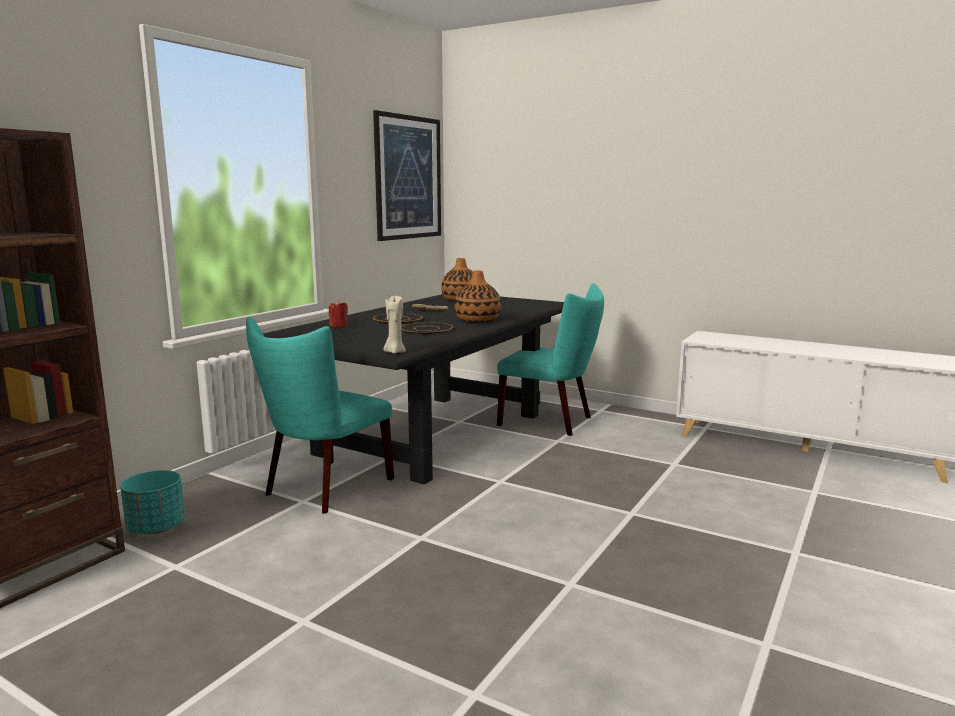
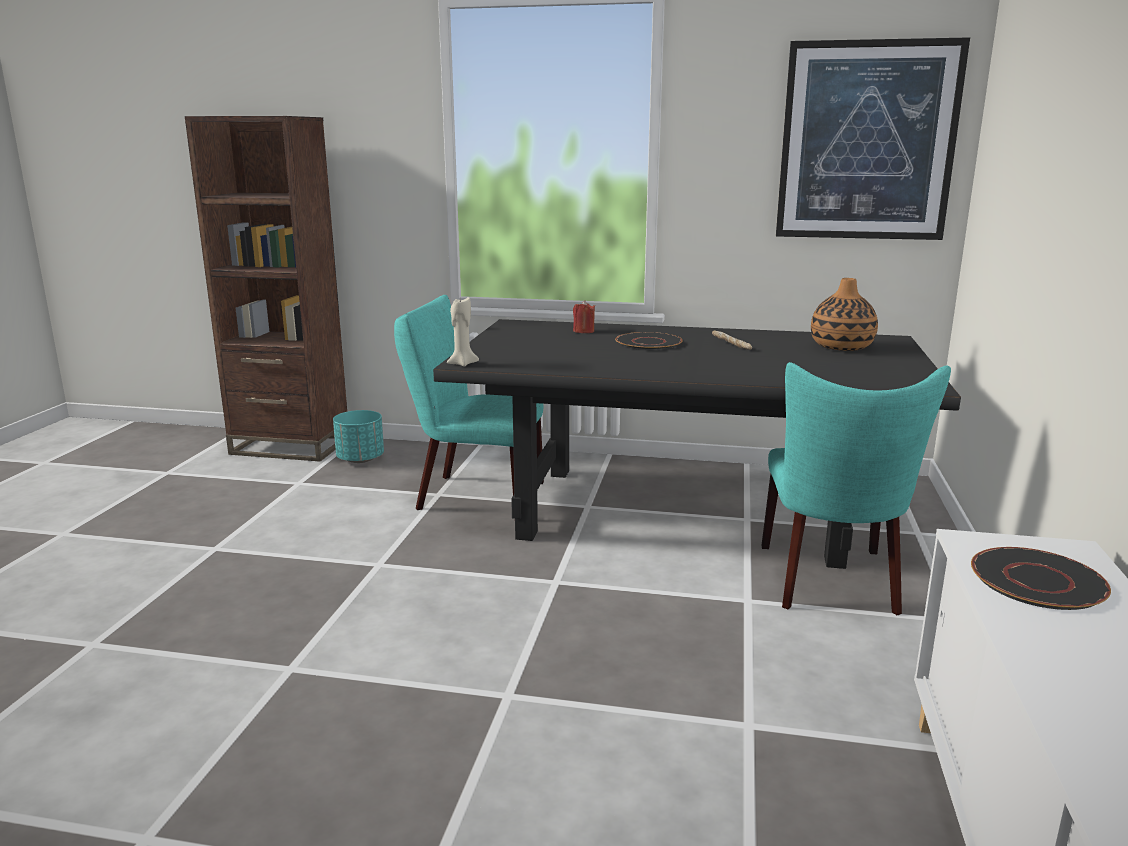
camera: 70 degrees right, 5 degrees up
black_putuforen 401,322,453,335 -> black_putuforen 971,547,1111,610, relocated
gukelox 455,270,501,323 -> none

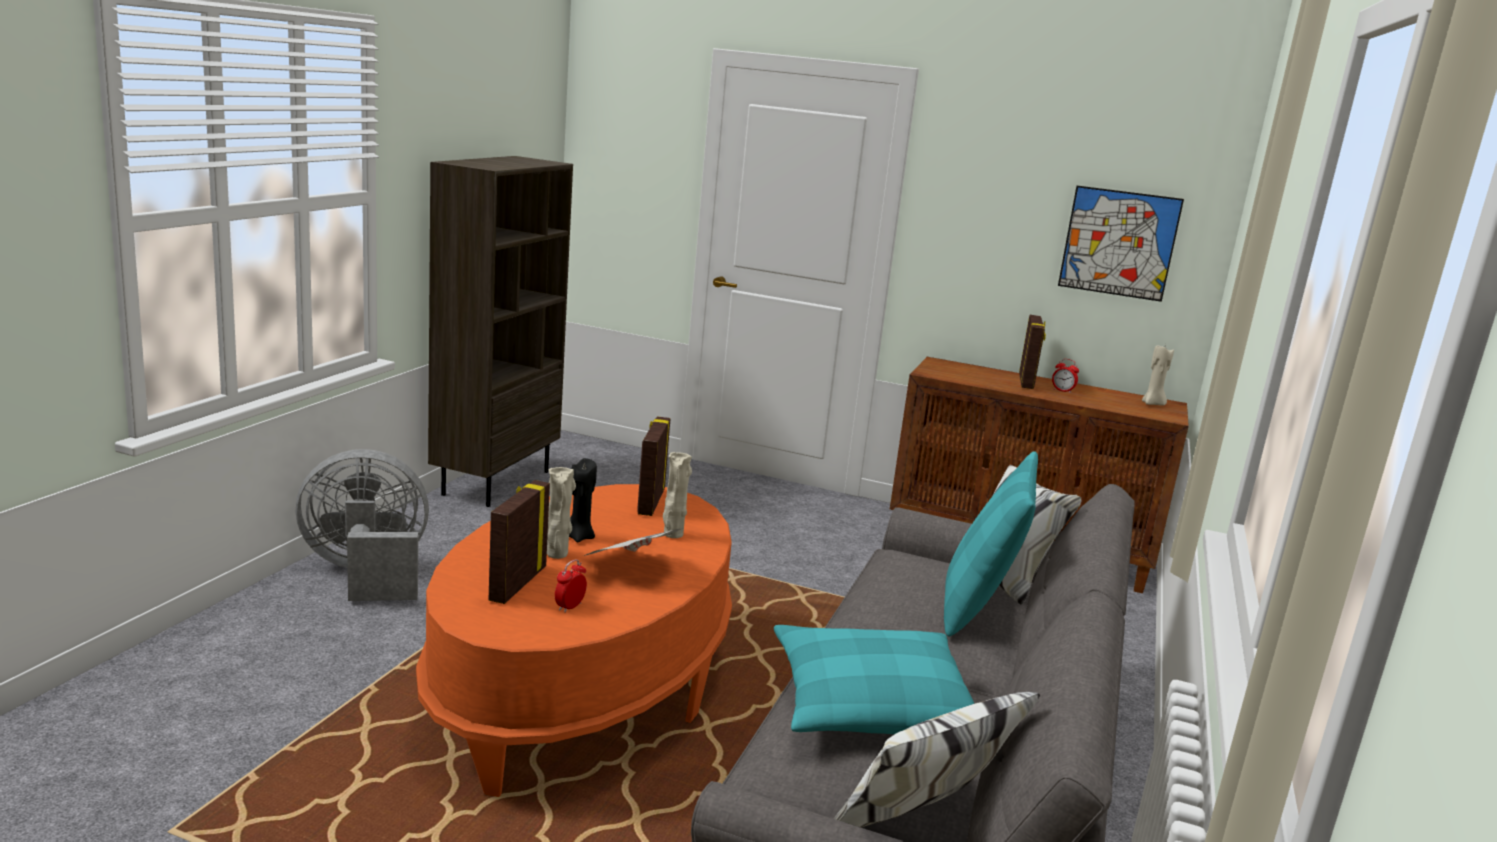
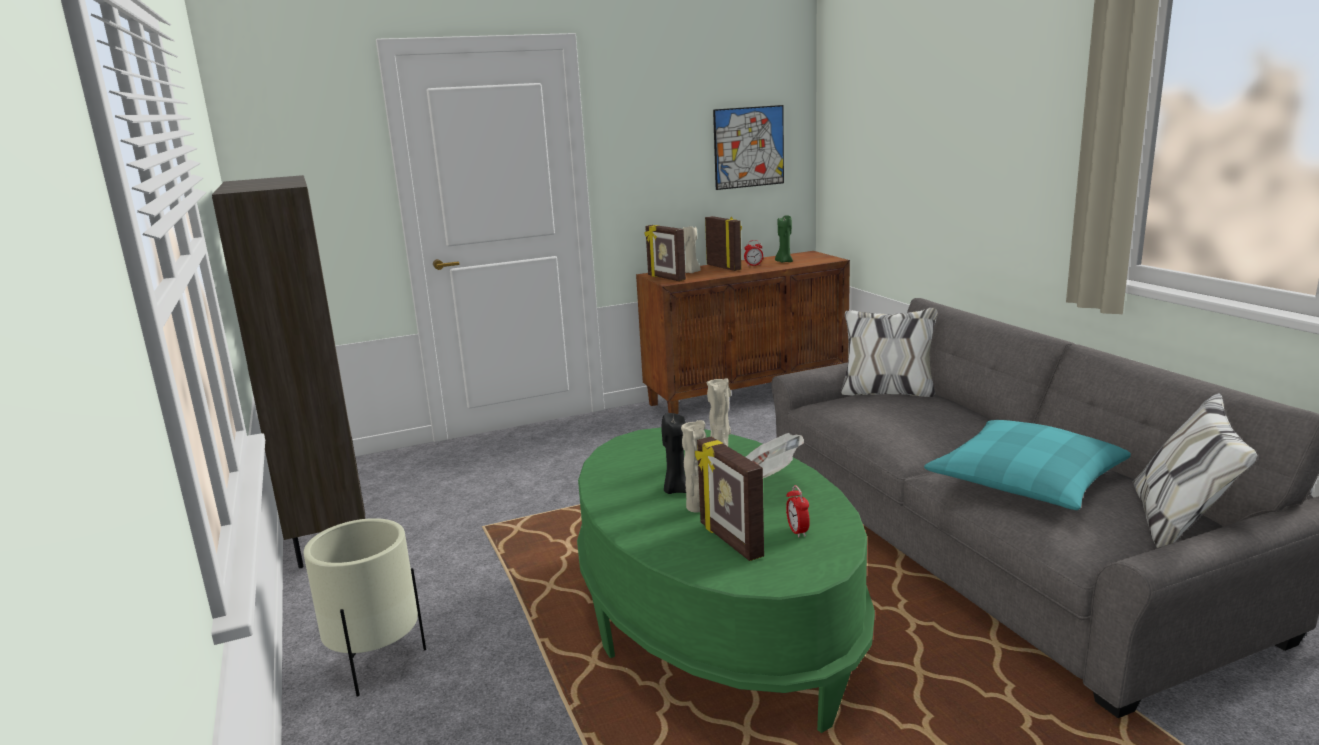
camera: 40 degrees left, 0 degrees up
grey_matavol 296,449,429,601 -> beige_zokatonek 303,518,426,696
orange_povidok 416,484,732,797 -> green_povidok 577,427,875,733
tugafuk 637,416,670,516 -> tugafuk 644,225,686,281, relocated
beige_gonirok 1142,344,1174,406 -> beige_gonirok 683,225,701,273, relocated
none -> green_gonirok 775,215,793,262
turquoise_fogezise 944,452,1038,637 -> none

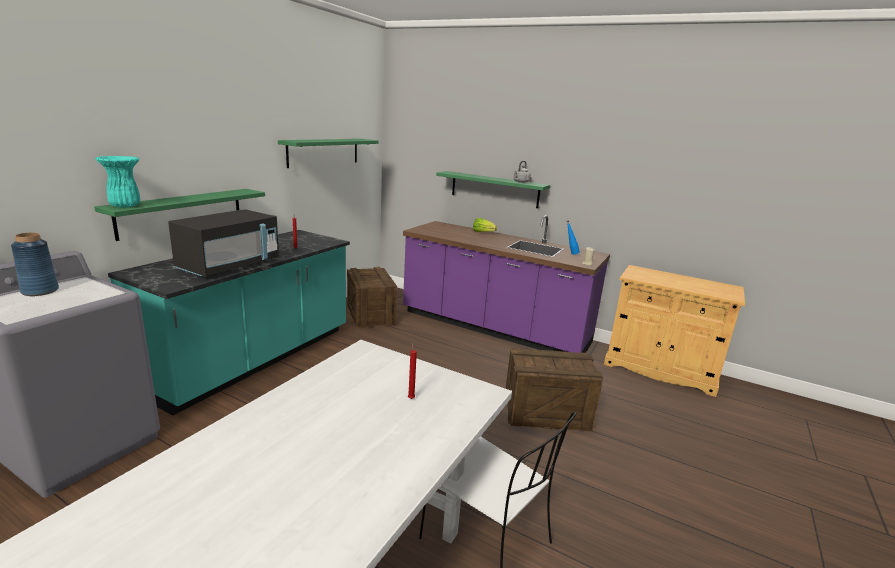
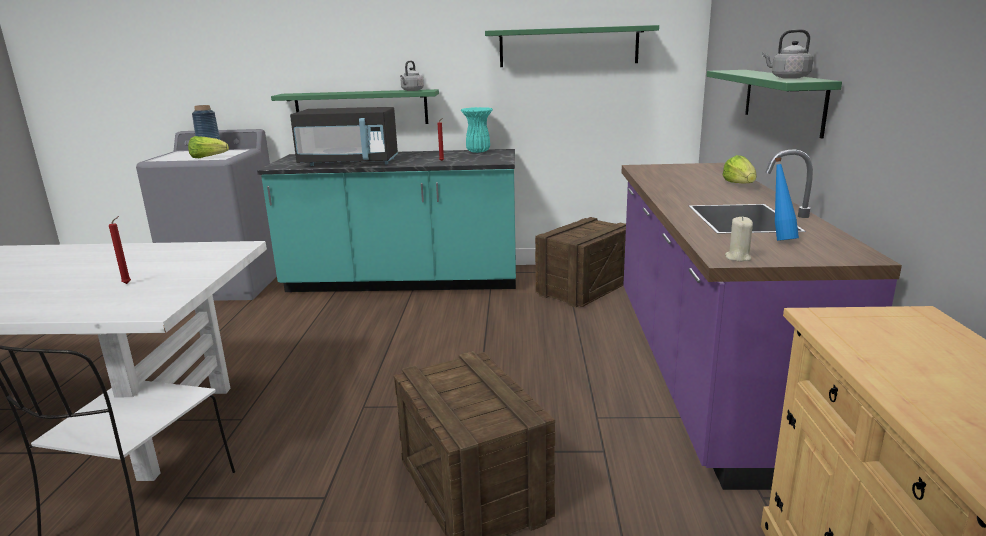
camera: 65 degrees right, 0 degrees up
none -> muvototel 188,136,229,158
none -> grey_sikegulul 400,61,424,91
turquoise_gukelox 95,156,140,208 -> turquoise_gukelox 461,107,493,153, relocated

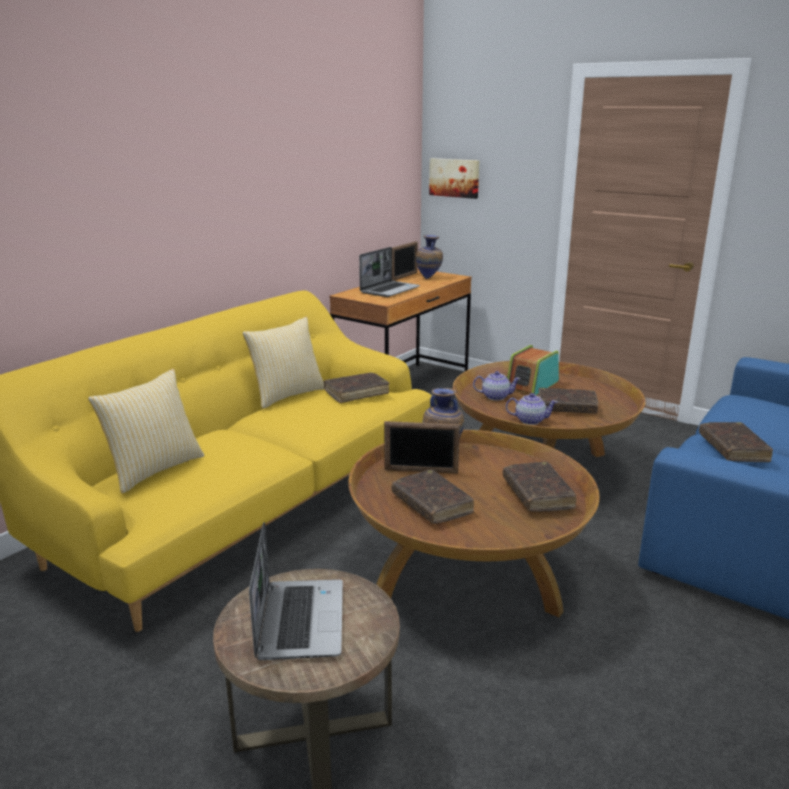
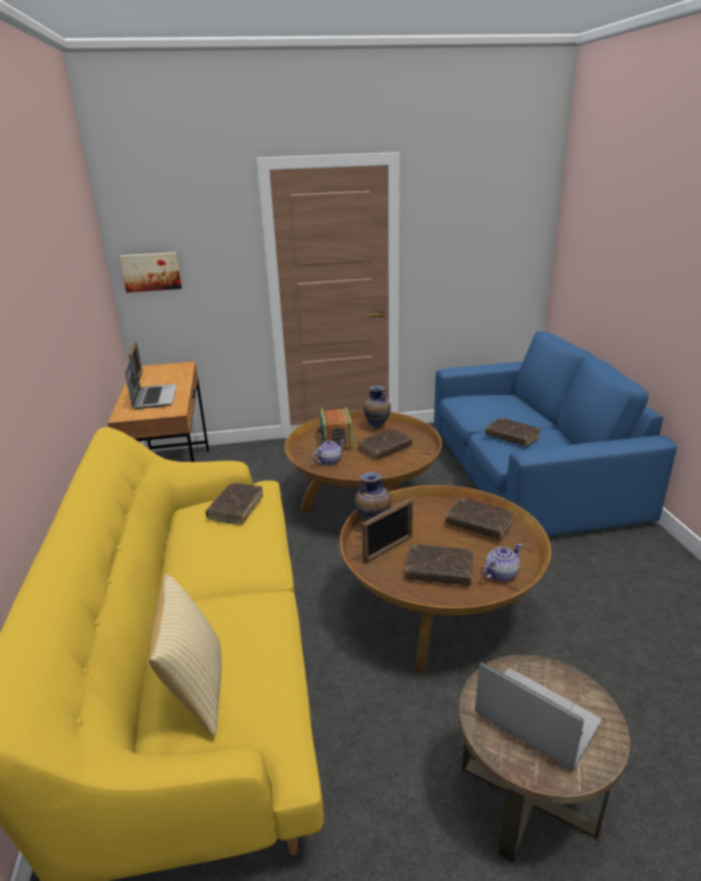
camera: 45 degrees left, 5 degrees up
gukelox 416,235,443,279 -> gukelox 363,386,391,429, relocated
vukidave 506,393,557,425 -> vukidave 483,544,522,582, relocated
fogezise 242,317,324,409 -> none

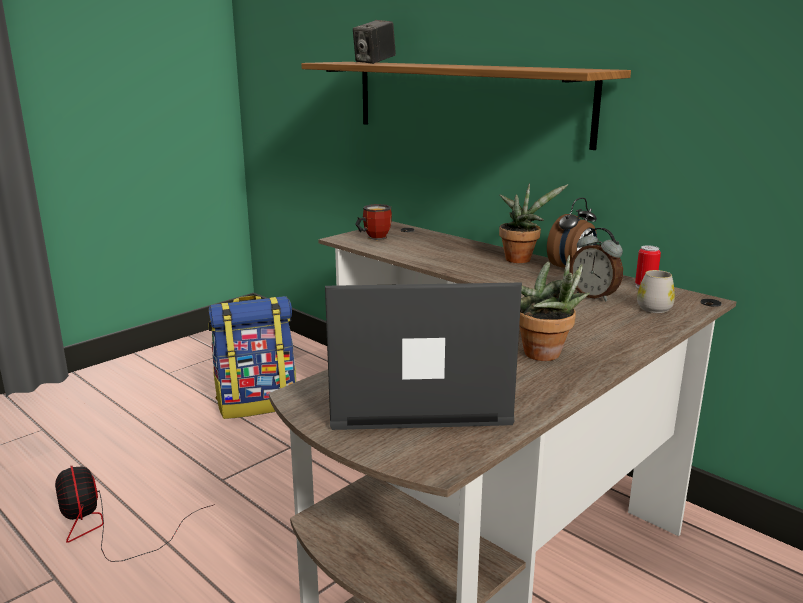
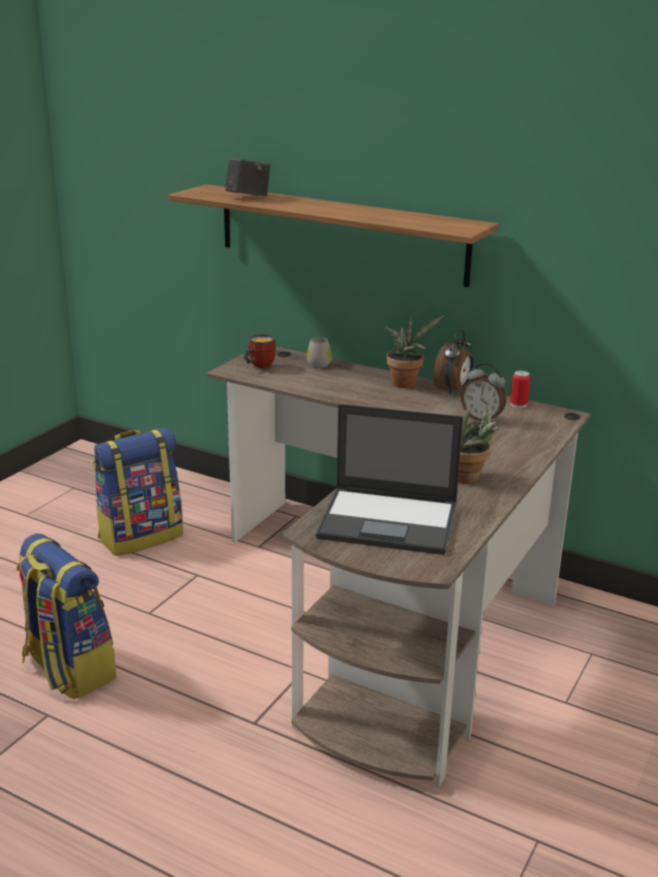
camera: 15 degrees left, 5 degrees up
matavol 55,466,215,562 -> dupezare 16,533,116,700
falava 353,20,396,64 -> falava 225,158,270,196, 150 degrees counterclockwise
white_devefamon 637,270,675,313 -> white_devefamon 307,337,332,368, relocated
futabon 325,282,522,430 -> futabon 316,404,463,555, 150 degrees counterclockwise

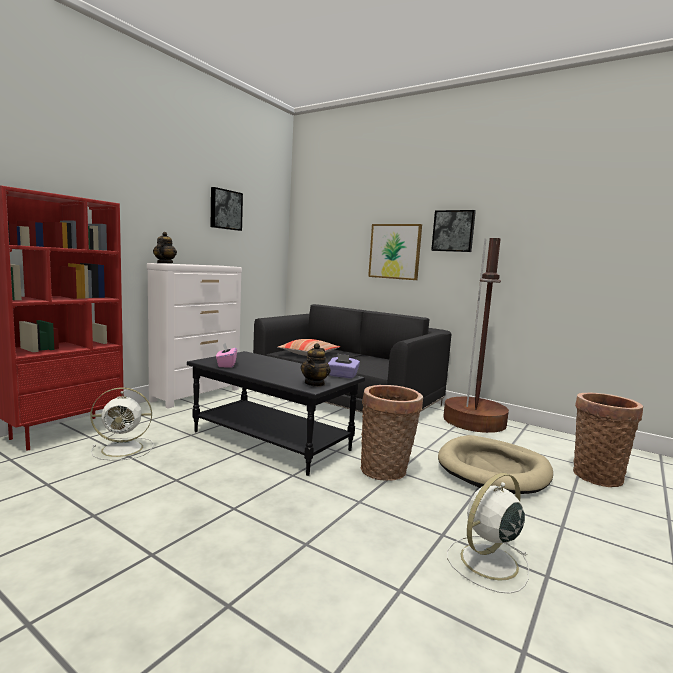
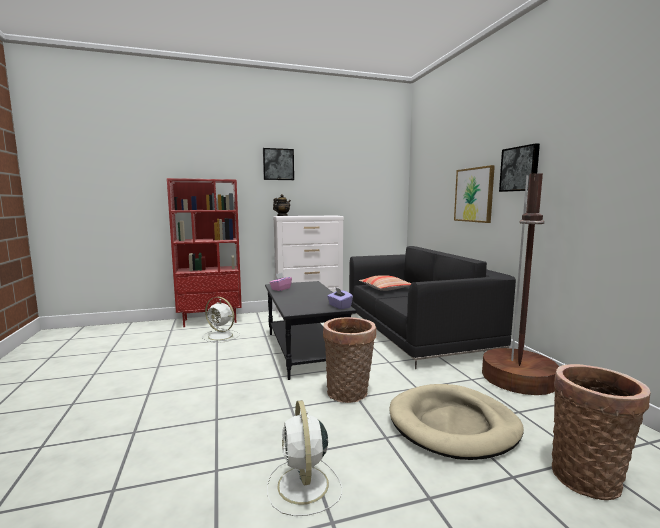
camera: 40 degrees right, 0 degrees up
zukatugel 211,187,243,231 -> zukatugel 263,148,294,180, relocated
white_matavol 447,473,529,594 -> white_matavol 267,400,342,516, 105 degrees counterclockwise
vukidave 301,343,331,387 -> none

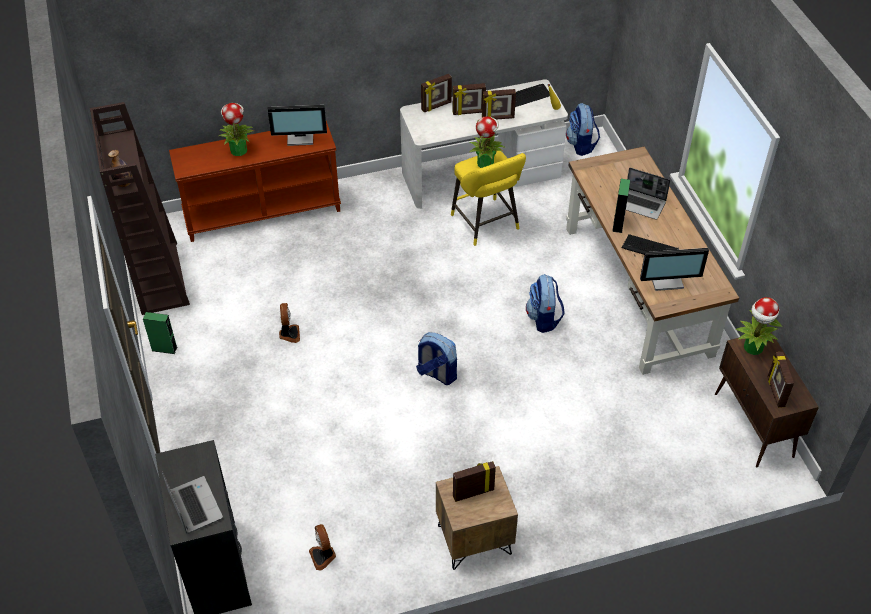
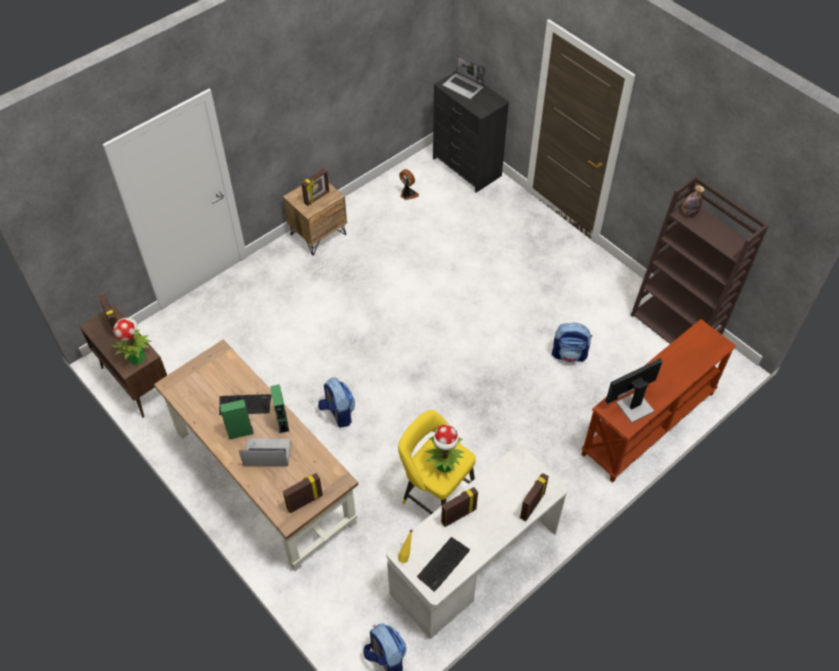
camera: 155 degrees right, 5 degrees up
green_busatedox 143,312,177,354 -> green_busatedox 220,399,254,440, relocated
tugafuk 453,83,486,115 -> tugafuk 283,473,323,513, relocated
dupezare 416,332,457,385 -> dupezare 552,323,592,363, relocated
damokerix 219,103,254,156 -> none
matavol 279,303,300,343 -> none
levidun 640,248,709,291 -> none

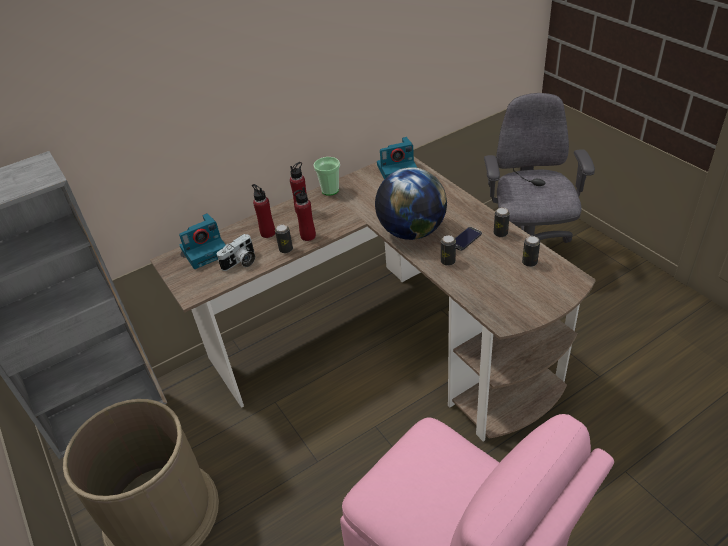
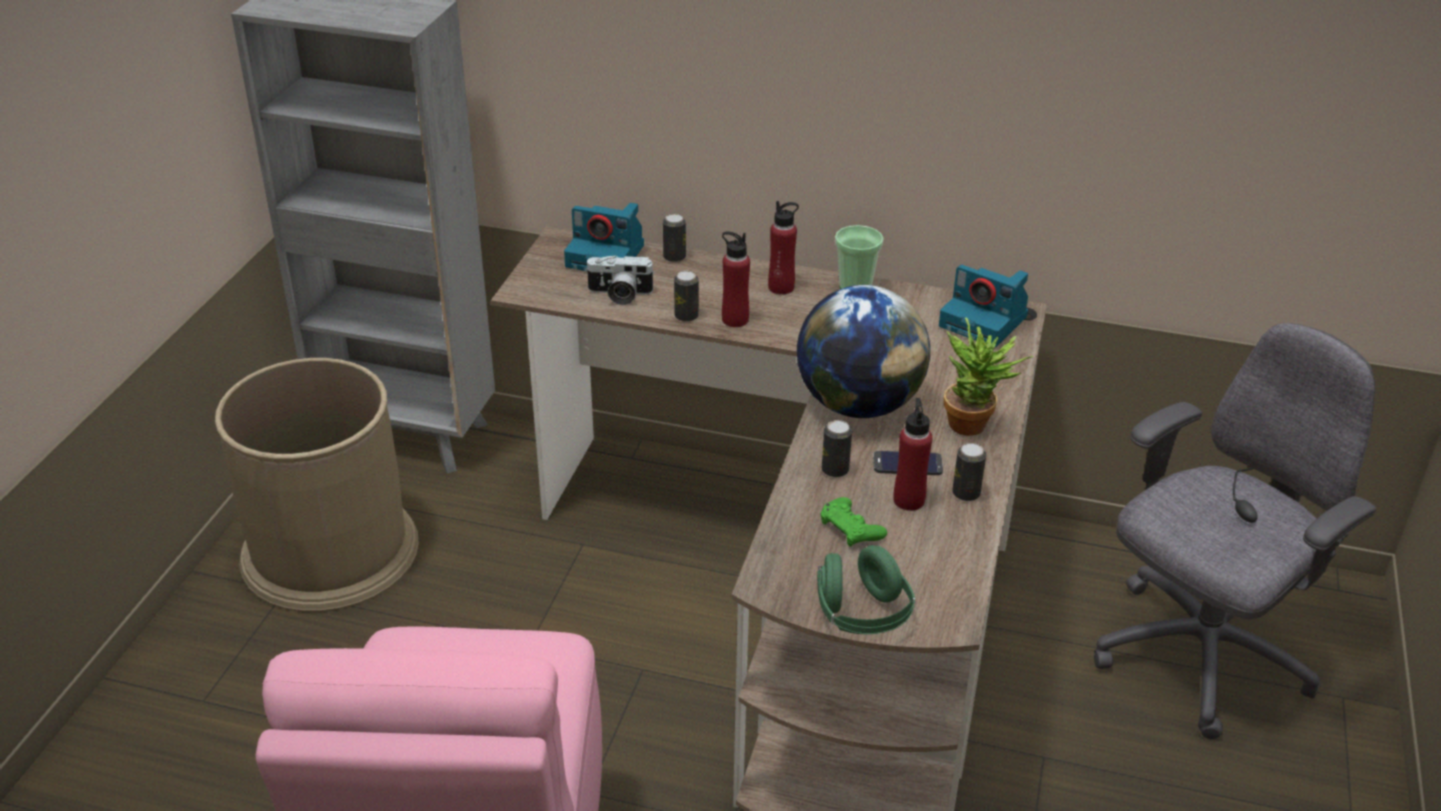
camera: 45 degrees right, 5 degrees down
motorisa 522,236,540,267 -> motorisa 663,213,686,262, relocated
none -> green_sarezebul 817,545,916,634
none -> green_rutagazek 821,497,887,547
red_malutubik 252,184,275,238 -> red_malutubik 893,398,933,511, relocated
none -> damokerix 944,317,1033,436

